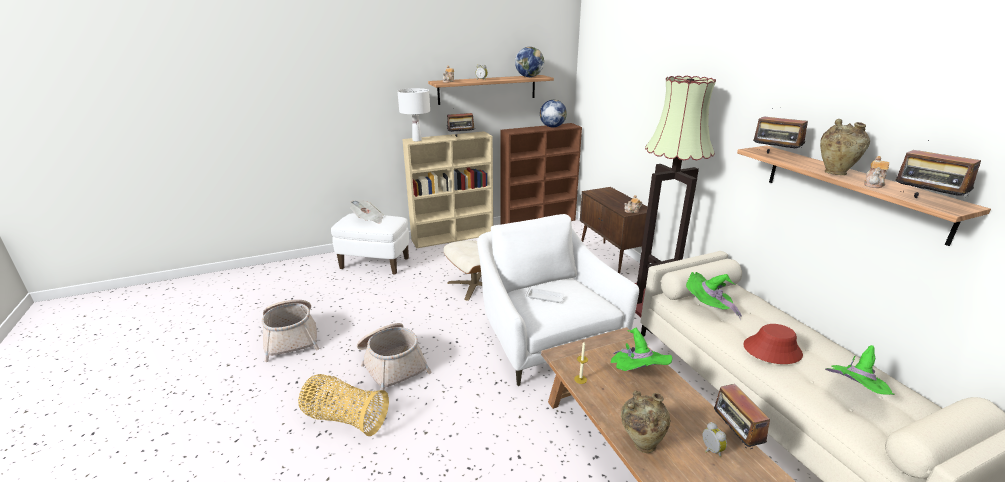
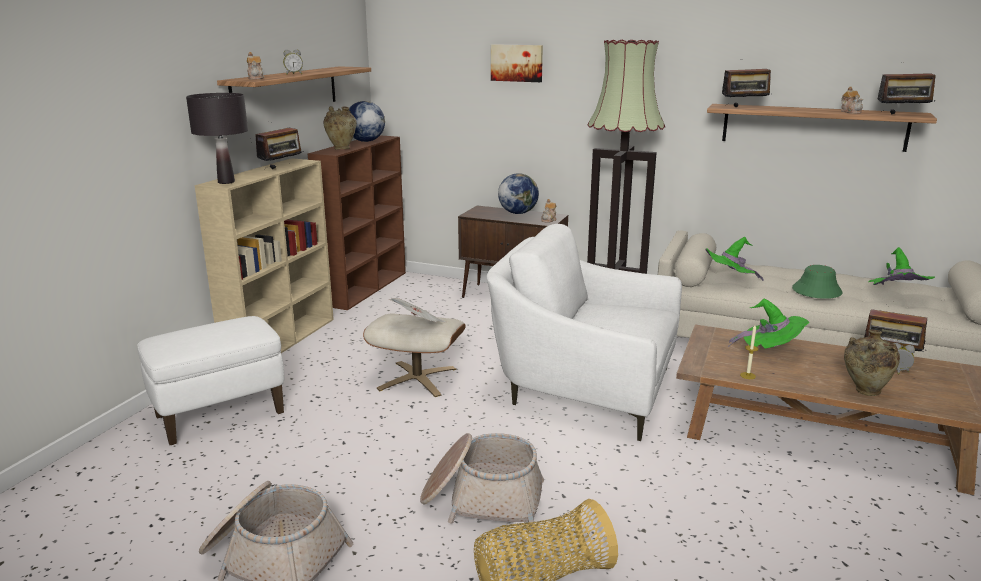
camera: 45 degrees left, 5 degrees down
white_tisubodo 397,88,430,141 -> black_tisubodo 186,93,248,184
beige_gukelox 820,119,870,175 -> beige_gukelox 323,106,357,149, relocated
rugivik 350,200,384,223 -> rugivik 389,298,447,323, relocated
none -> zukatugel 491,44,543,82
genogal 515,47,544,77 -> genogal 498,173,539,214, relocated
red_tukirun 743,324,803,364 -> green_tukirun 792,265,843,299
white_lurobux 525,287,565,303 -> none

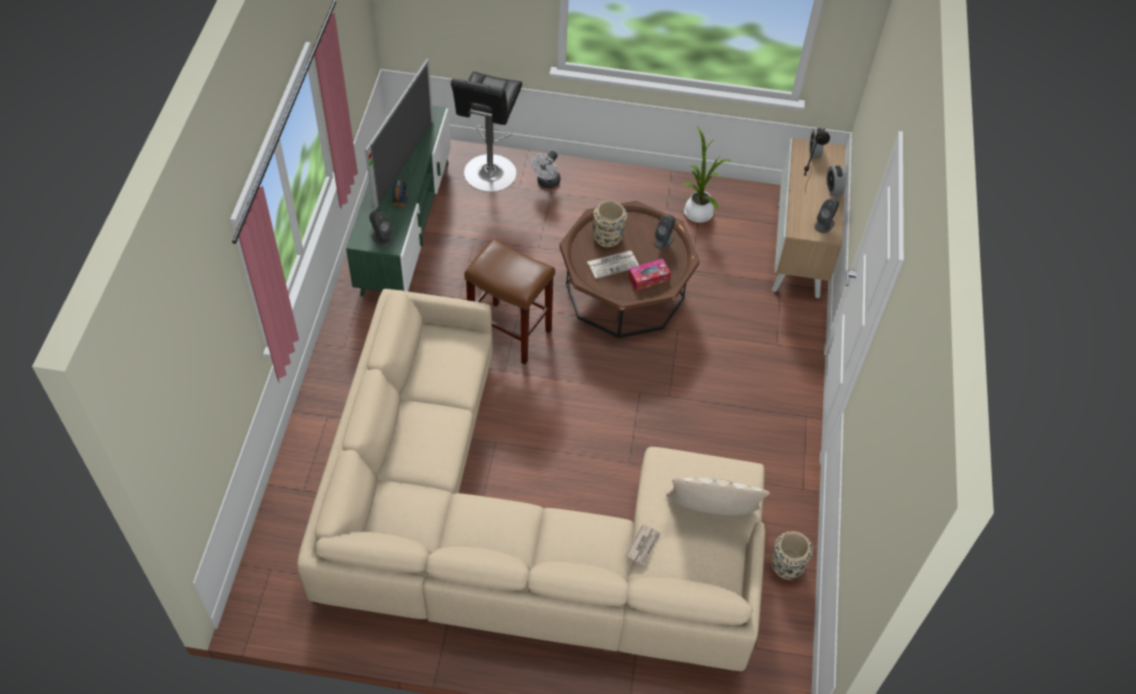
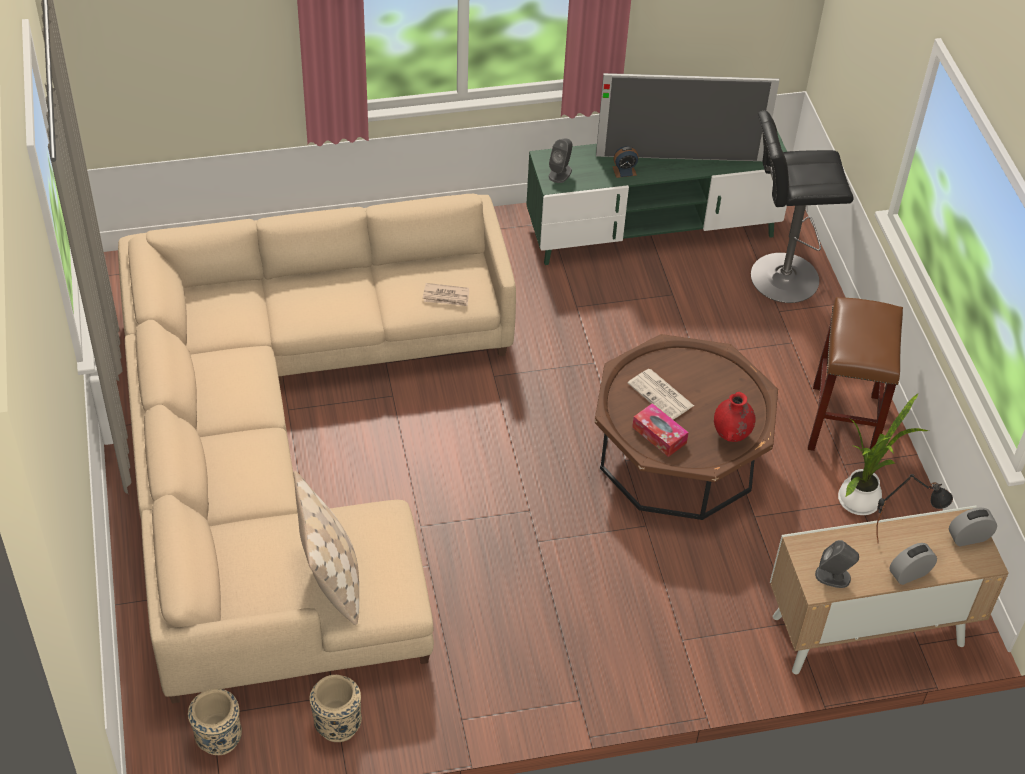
camera: 70 degrees right, 5 degrees down
beige_gukelox 592,200,627,247 -> beige_gukelox 188,689,242,755, relocated
rugivik 625,524,660,565 -> rugivik 423,283,469,306, relocated
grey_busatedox 654,215,675,249 -> red_gukelox 714,392,756,442
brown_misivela 464,238,555,365 -> brown_misivela 808,297,903,451, relocated
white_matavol 530,151,561,188 -> none

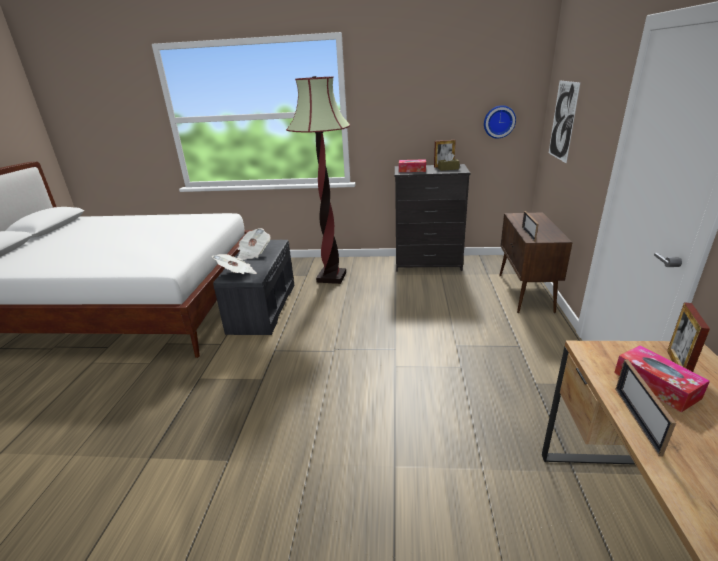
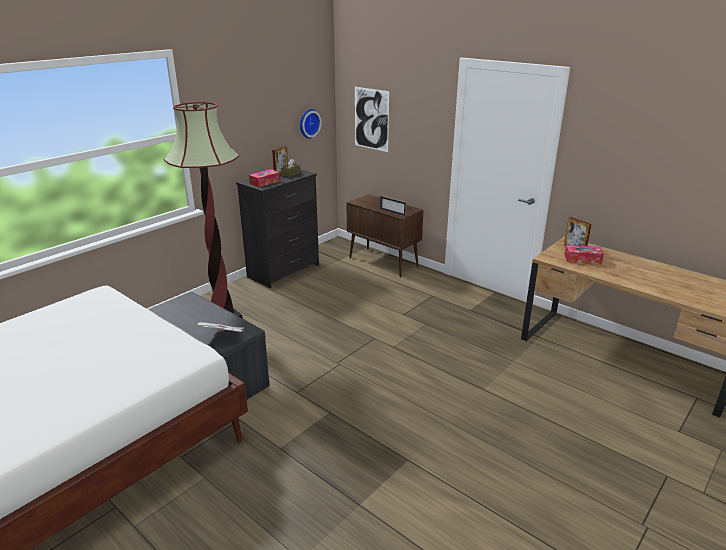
camera: 55 degrees left, 0 degrees up
rugivik 237,228,270,260 -> none
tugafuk 615,359,676,457 -> none

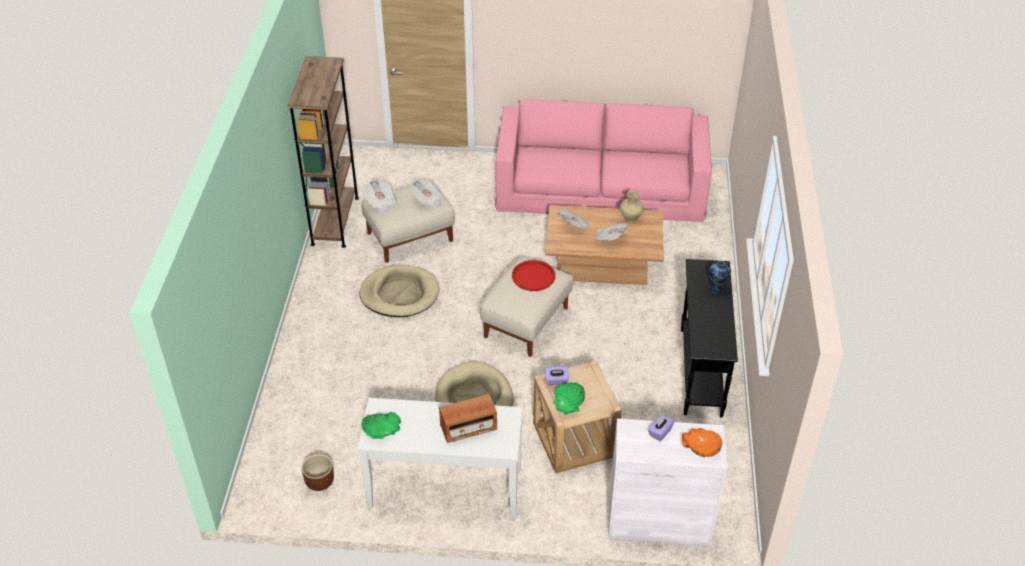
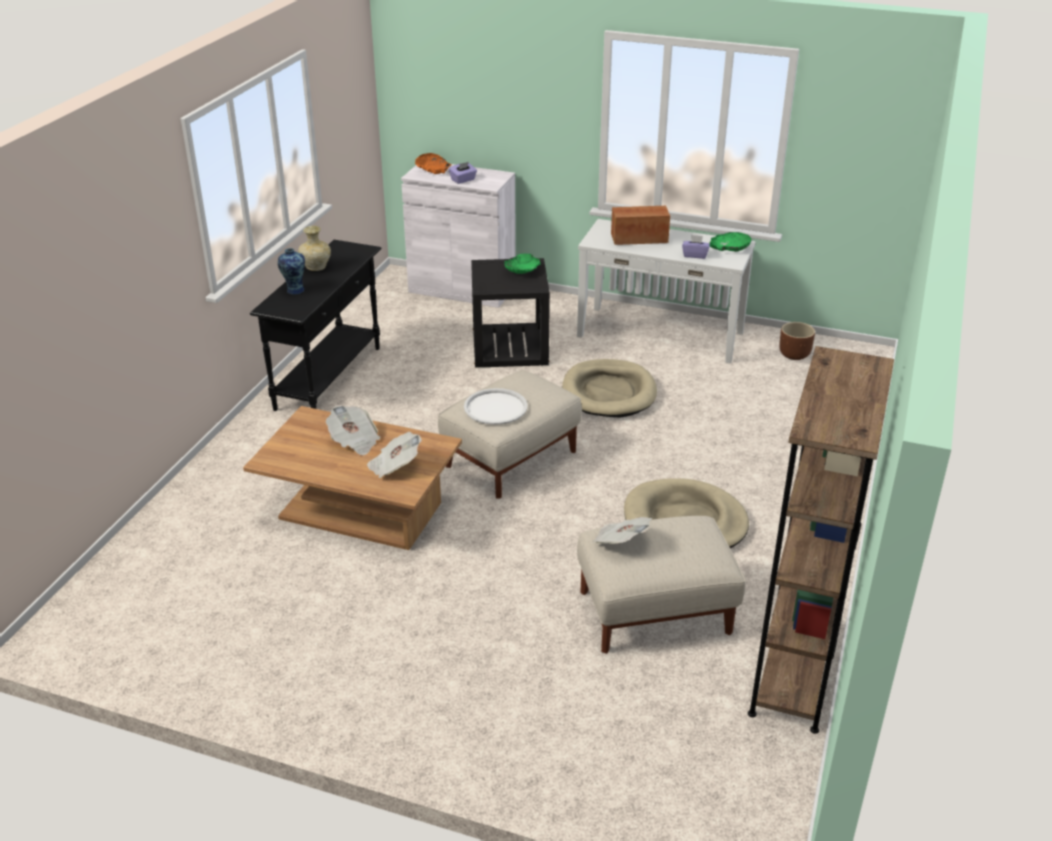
camera: 165 degrees left, 10 degrees down
beige_gukelox 620,190,644,222 -> beige_gukelox 298,226,331,271, relocated
red_lurobux 512,260,556,291 -> white_lurobux 464,388,528,425
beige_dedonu 533,361,622,473 -> black_dedonu 471,258,550,368
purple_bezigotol 545,366,569,385 -> purple_bezigotol 682,235,710,259, relocated
rugivik 365,180,398,214 -> none
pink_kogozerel 495,99,712,222 -> none

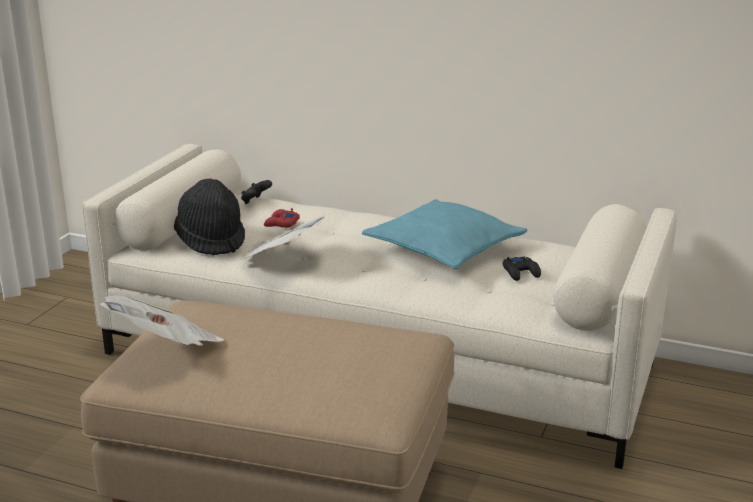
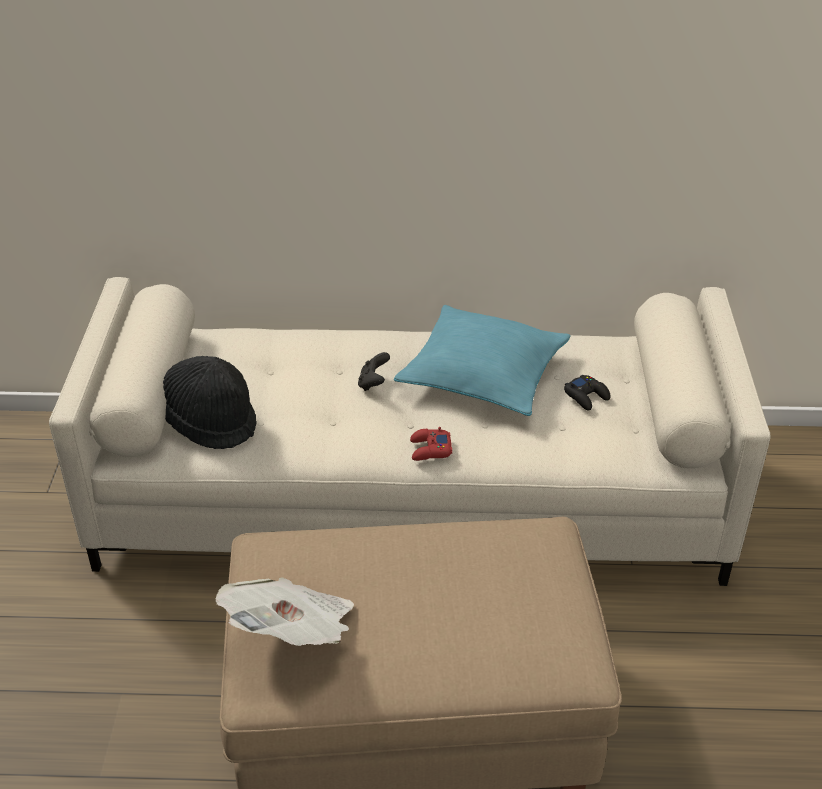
camera: 20 degrees left, 15 degrees up
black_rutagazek 241,180,272,204 -> black_rutagazek 358,352,390,391, relocated
red_rutagazek 264,208,300,228 -> red_rutagazek 410,427,452,461, relocated
rugivik 239,214,325,261 -> none

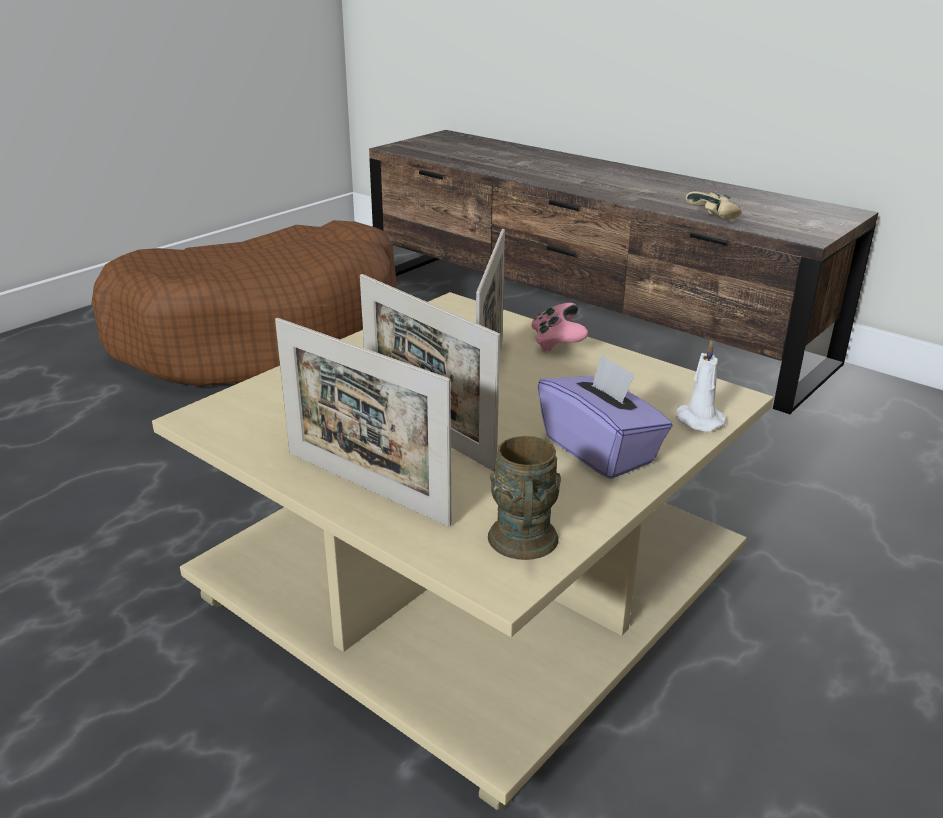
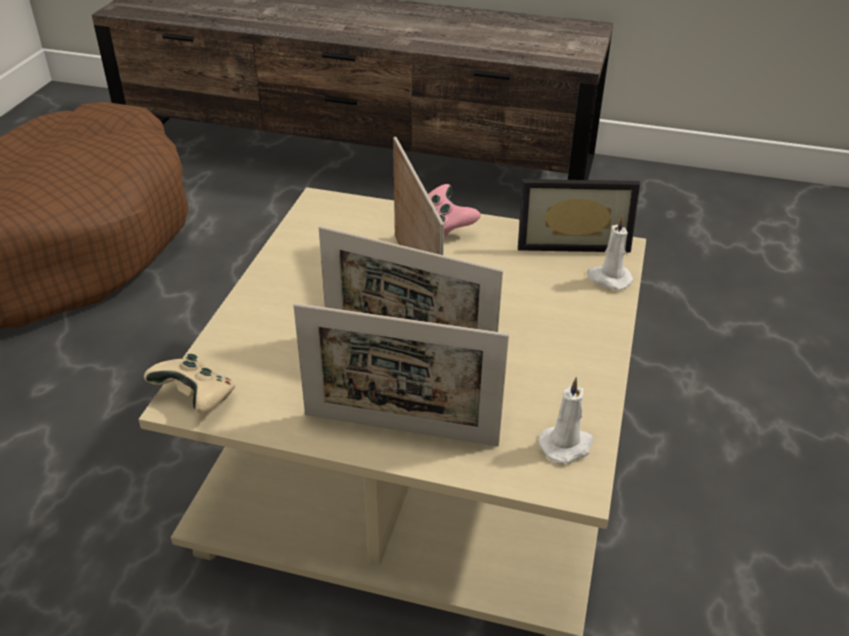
camera: 25 degrees left, 10 degrees up
beige_rutagazek 685,191,742,222 -> beige_rutagazek 144,354,235,414, relocated
none -> tugafuk 518,179,640,253
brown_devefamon 488,436,561,560 -> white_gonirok 539,377,594,463
purple_bezigotol 538,354,673,479 -> none

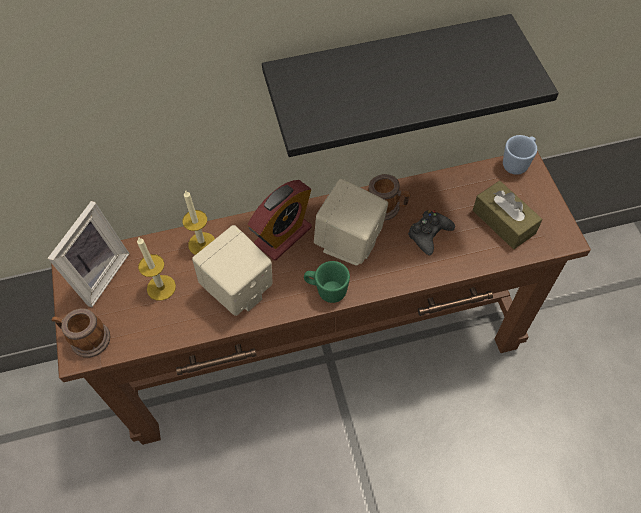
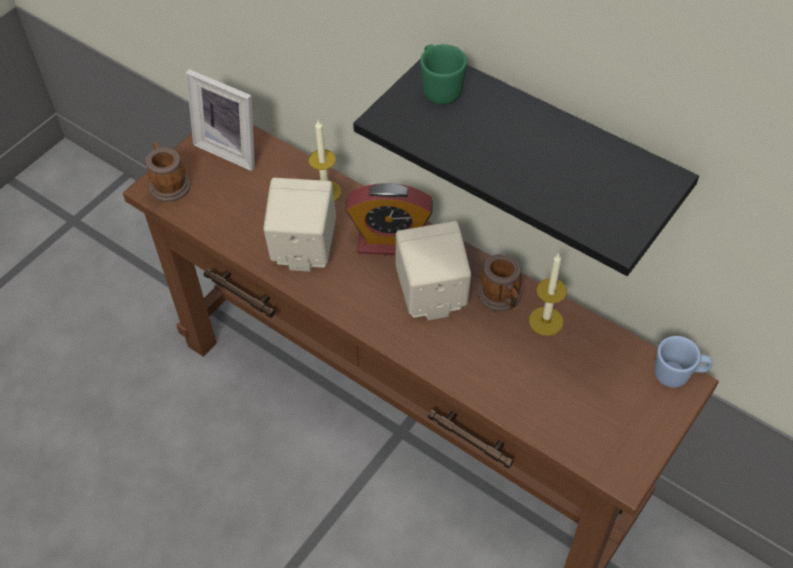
camera: 50 degrees right, 5 degrees down
tugafuk 47,201,130,307 -> tugafuk 186,69,255,171, 45 degrees clockwise
green_devefamon 304,261,350,303 -> green_devefamon 420,44,467,105, relocated
gonirok 137,237,176,301 -> gonirok 529,253,567,336, relocated
black_rutagazek 408,210,455,255 -> none
brown_bezigotol 473,181,542,249 -> none

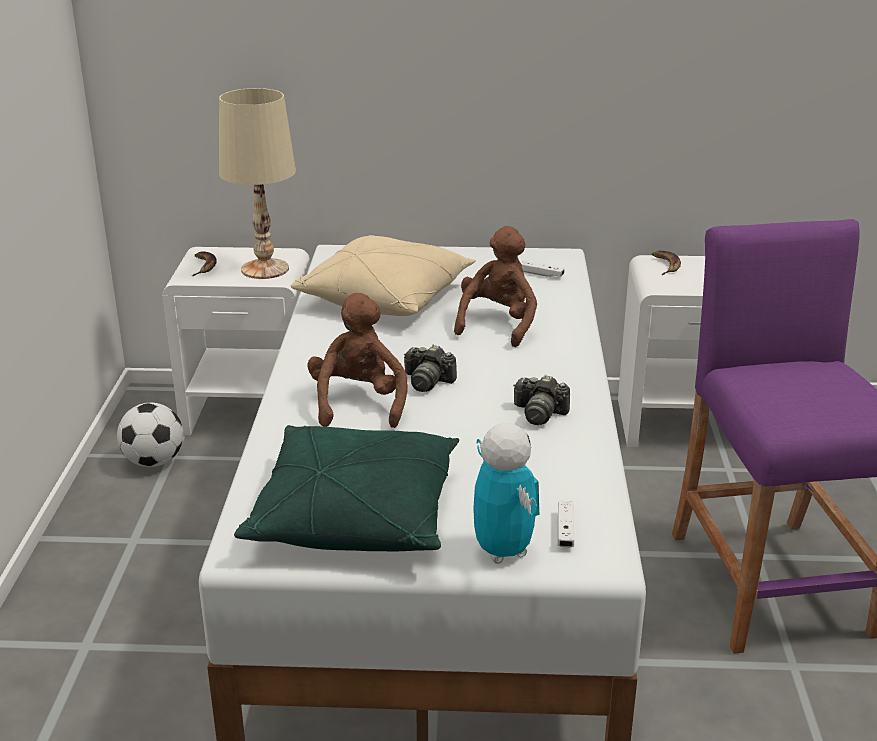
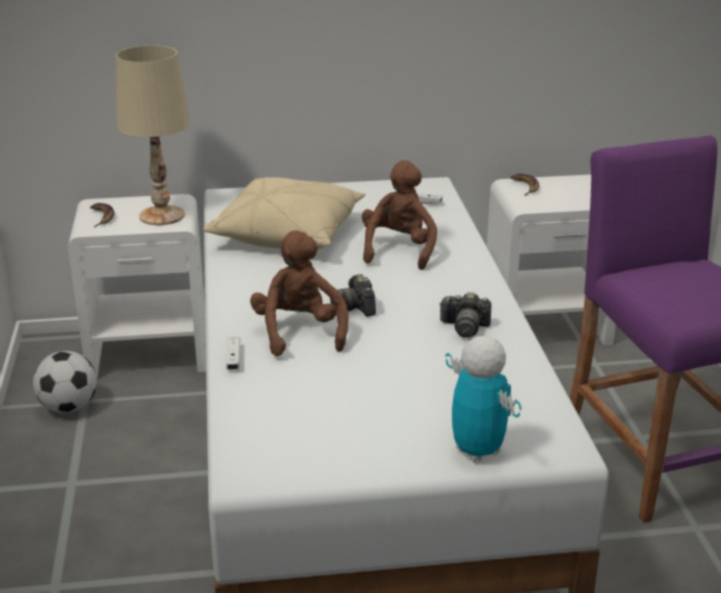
camera: 10 degrees left, 0 degrees up
white_rutagazek 557,501,574,548 -> white_rutagazek 226,336,240,370, relocated
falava 404,345,457,392 -> falava 330,274,376,317, 60 degrees clockwise
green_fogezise 234,425,459,551 -> none

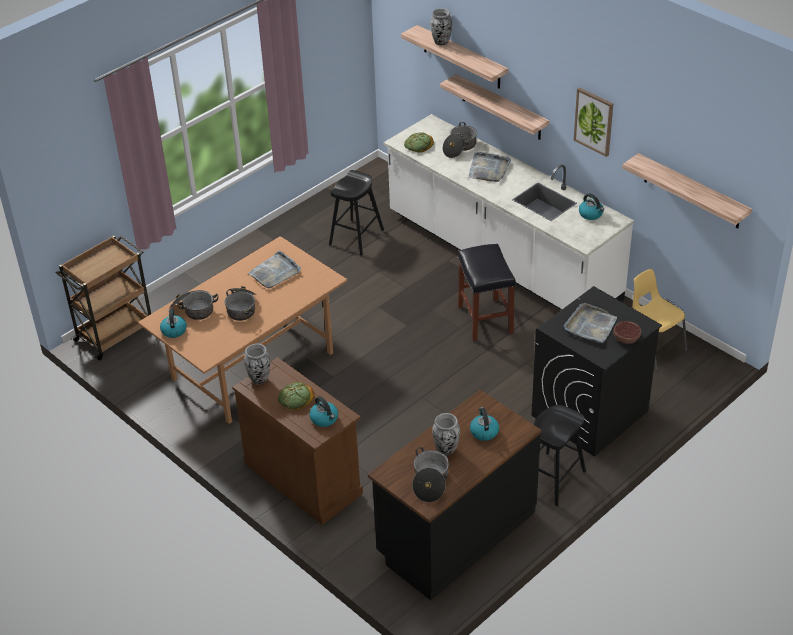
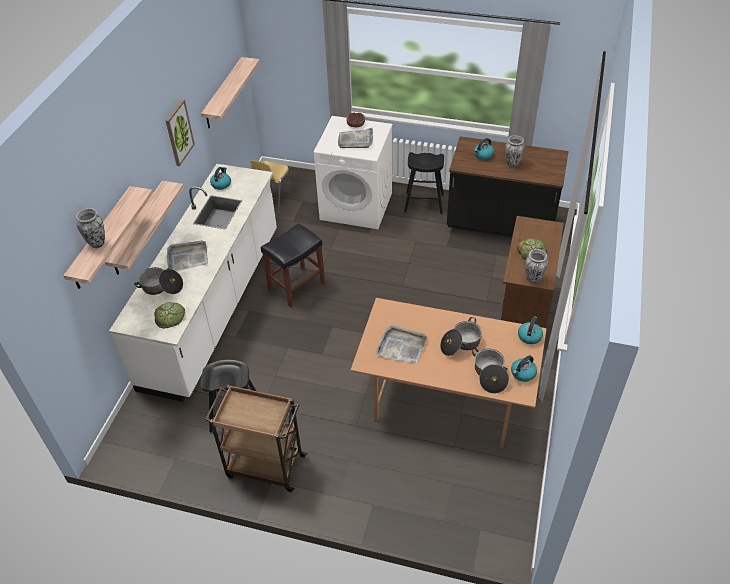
camera: 120 degrees left, 5 degrees up
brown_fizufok 56,235,151,360 -> brown_fizufok 205,385,308,492, relocated
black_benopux 532,286,662,457 -> white_benopux 314,116,392,229
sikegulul 309,396,338,427 -> sikegulul 518,316,543,344, relocated
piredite 412,447,449,503 -> none

